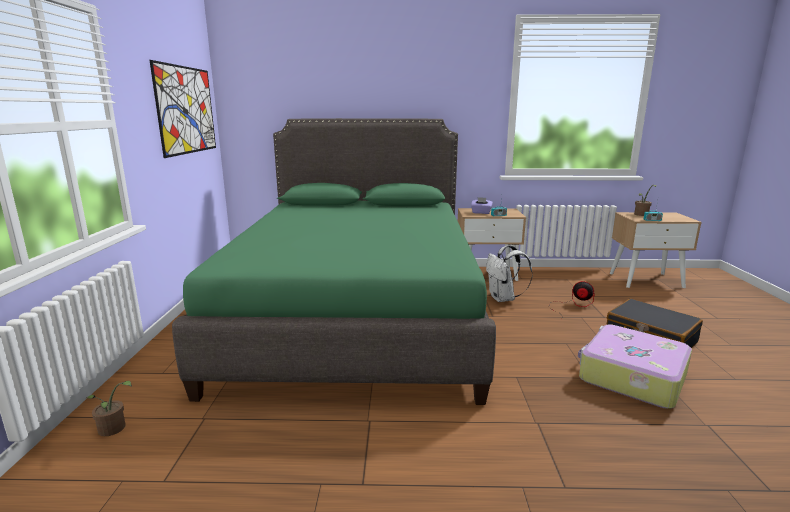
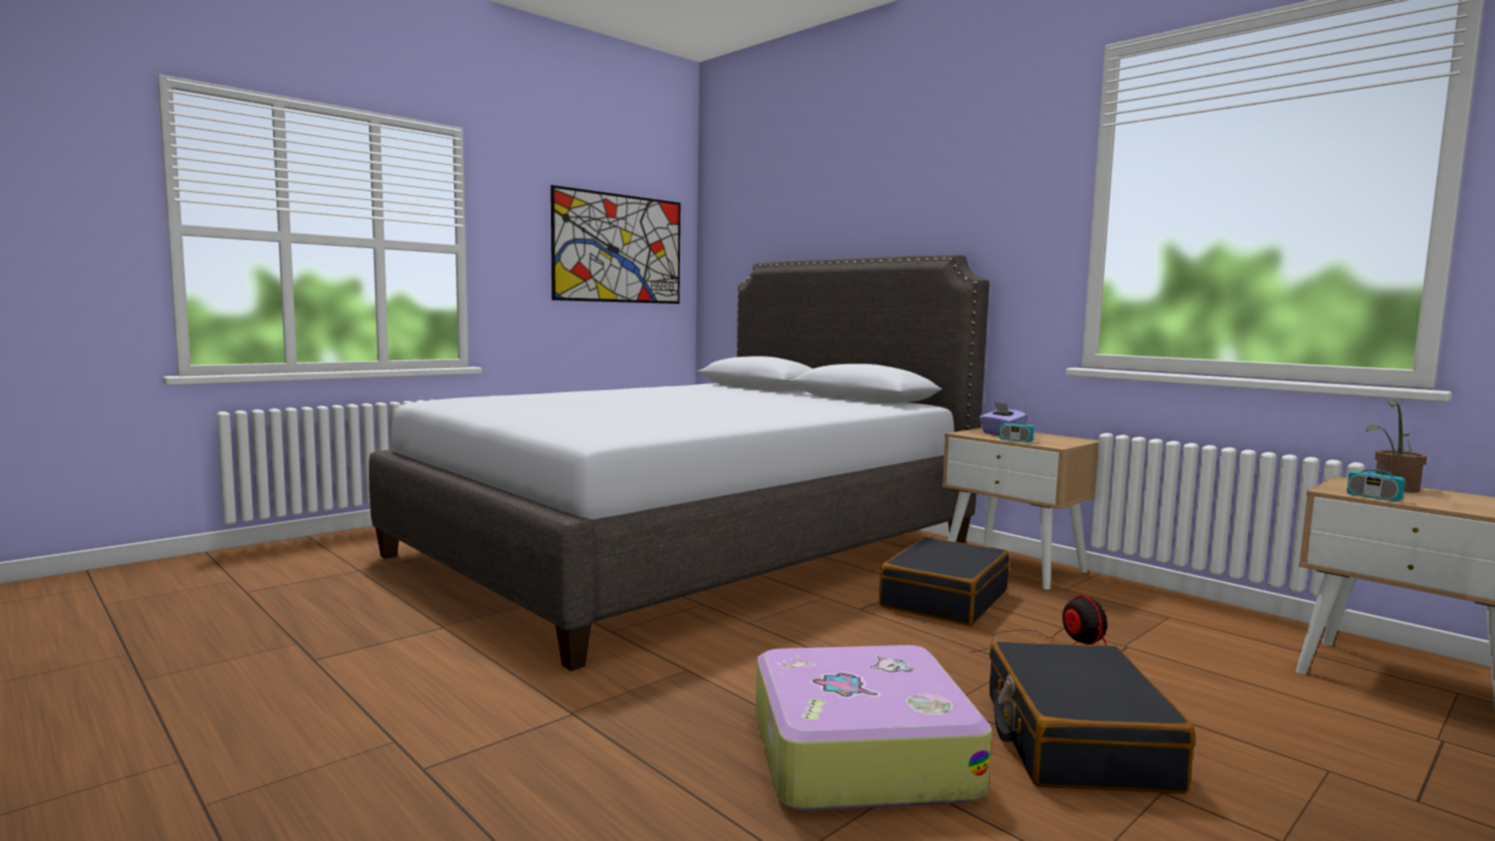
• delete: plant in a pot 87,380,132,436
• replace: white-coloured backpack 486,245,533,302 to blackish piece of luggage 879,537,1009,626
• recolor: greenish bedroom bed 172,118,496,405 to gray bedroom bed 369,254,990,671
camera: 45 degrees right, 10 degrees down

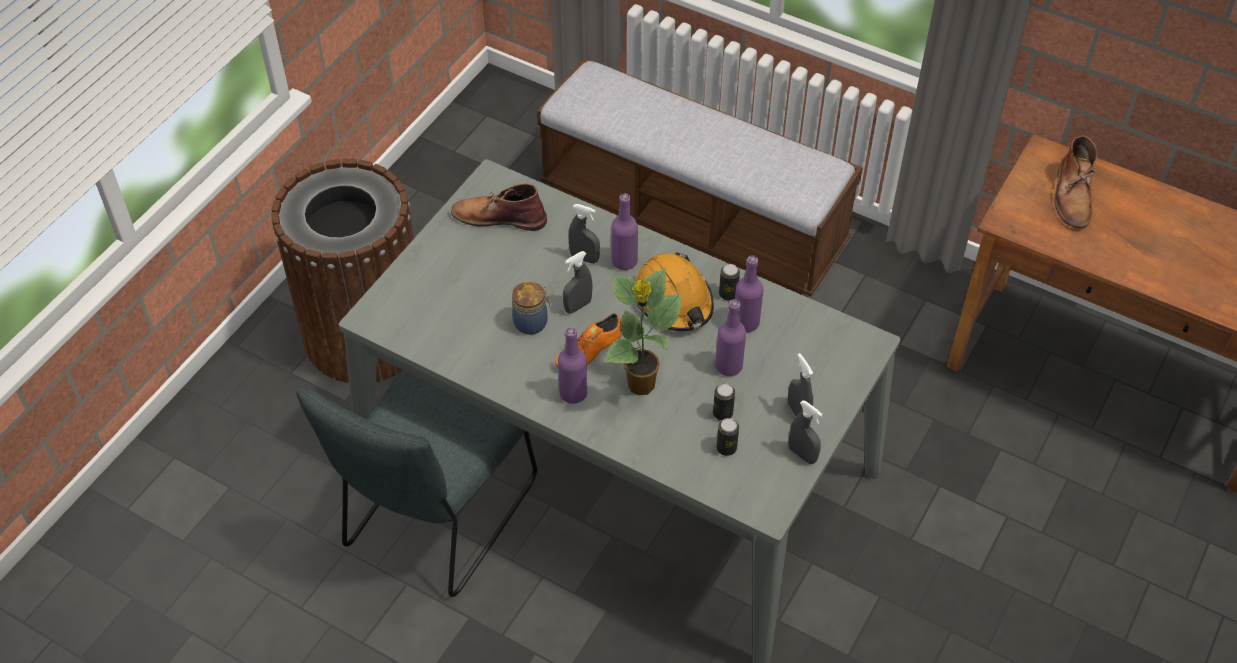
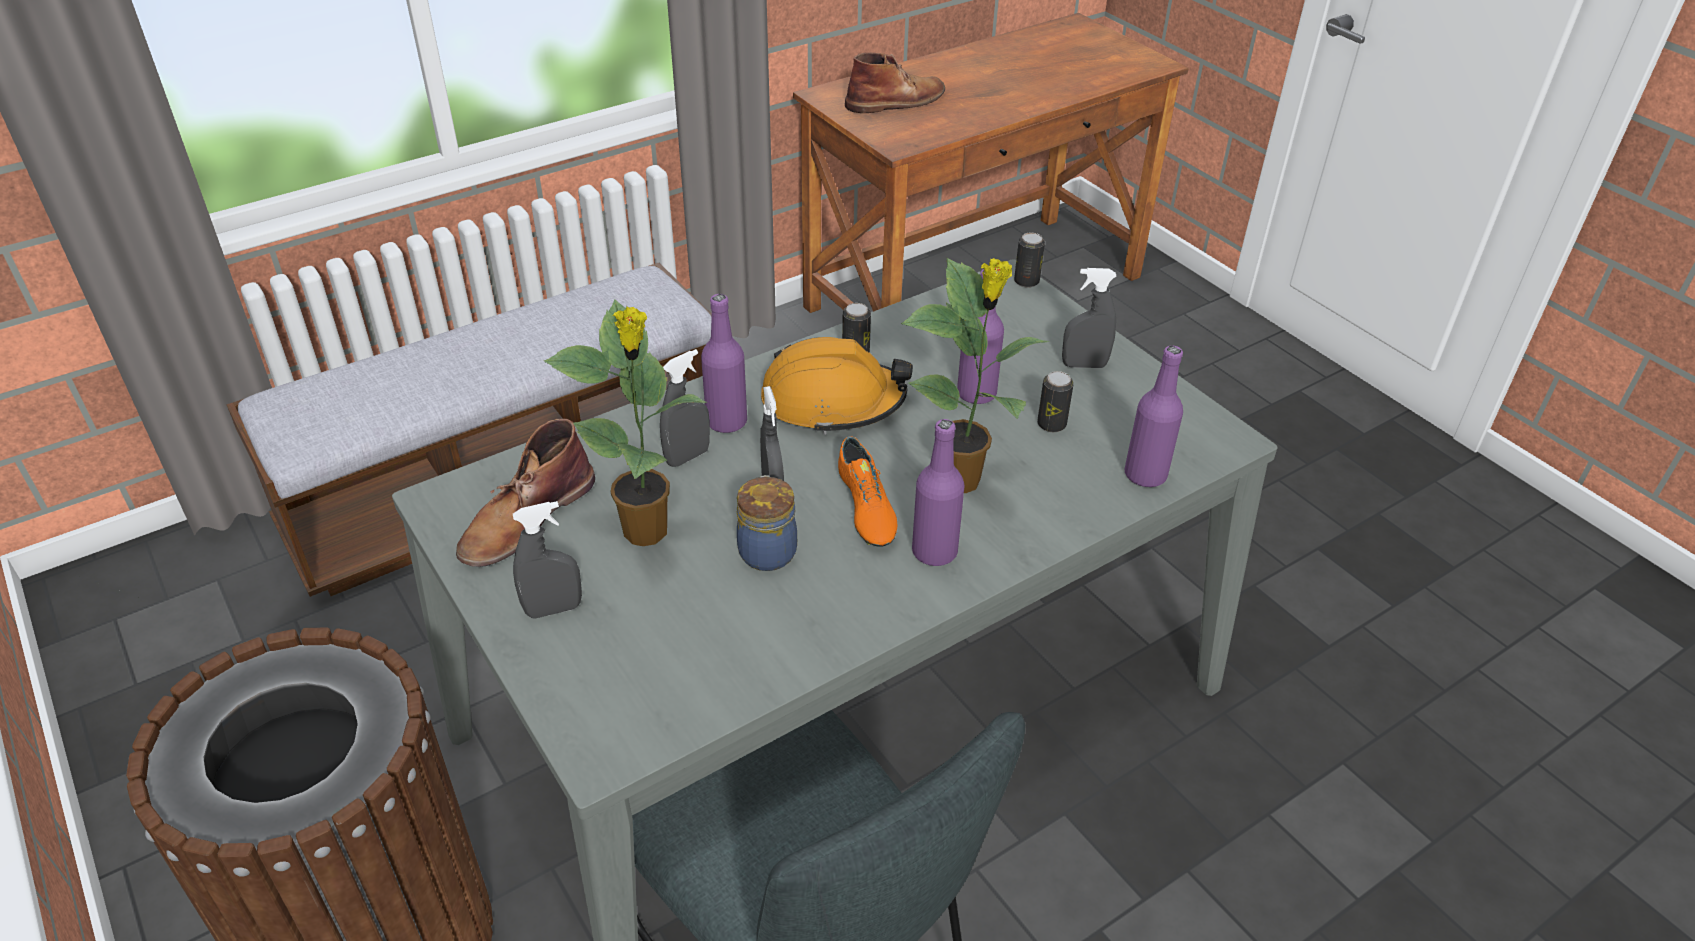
• insert: plant in a pot 544,299,707,546
• move: metal can 716,418,739,456 to 1014,232,1045,288
• move: purplish bottle 735,256,763,332 to 1124,345,1183,487
• move: gray sprayer 789,400,823,464 to 513,501,582,619
• rotate: brown boot 1054,135,1098,228 = 845,53,945,113 60 degrees counterclockwise
camera: 65 degrees left, 10 degrees down

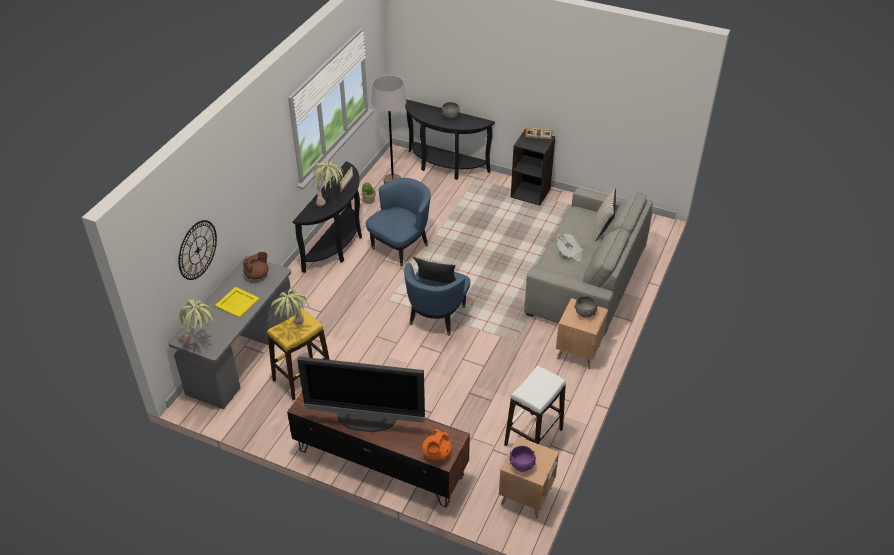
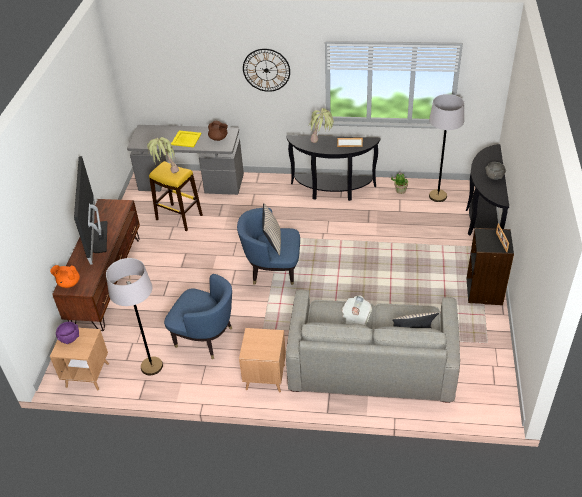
• delete: plant in a pot 179,299,213,345
• delete: gray serving bowl 574,296,598,318
• move: clock on the wall 178,220,217,280 to 243,49,290,92
• move: blue armchair 366,178,431,266 to 164,274,232,359
• replace: white-coloured stool seat 504,366,566,446 to gray standing lamp 106,258,163,375
camera: 75 degrees right, 0 degrees up

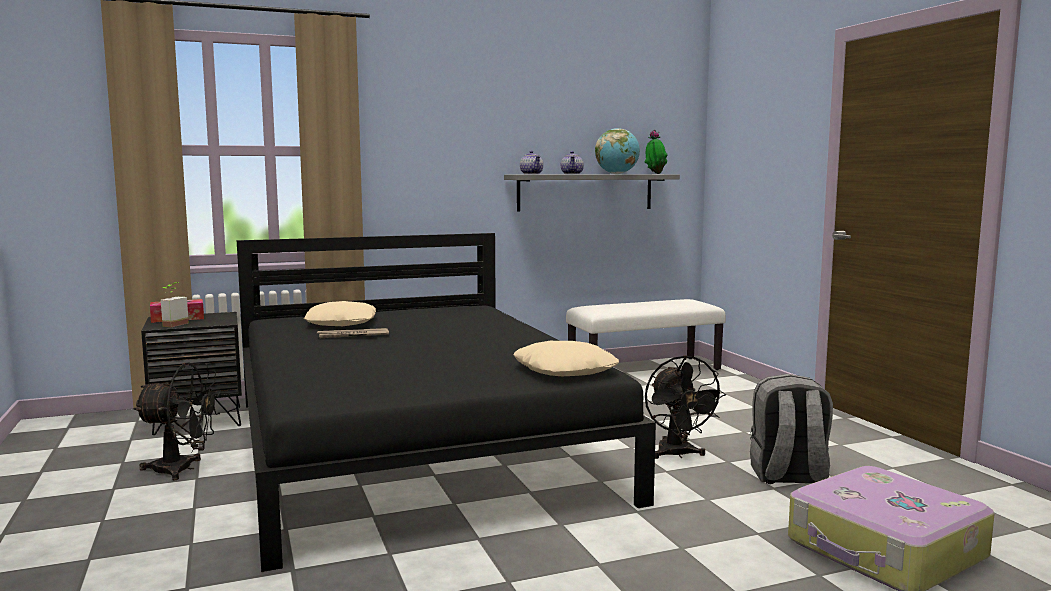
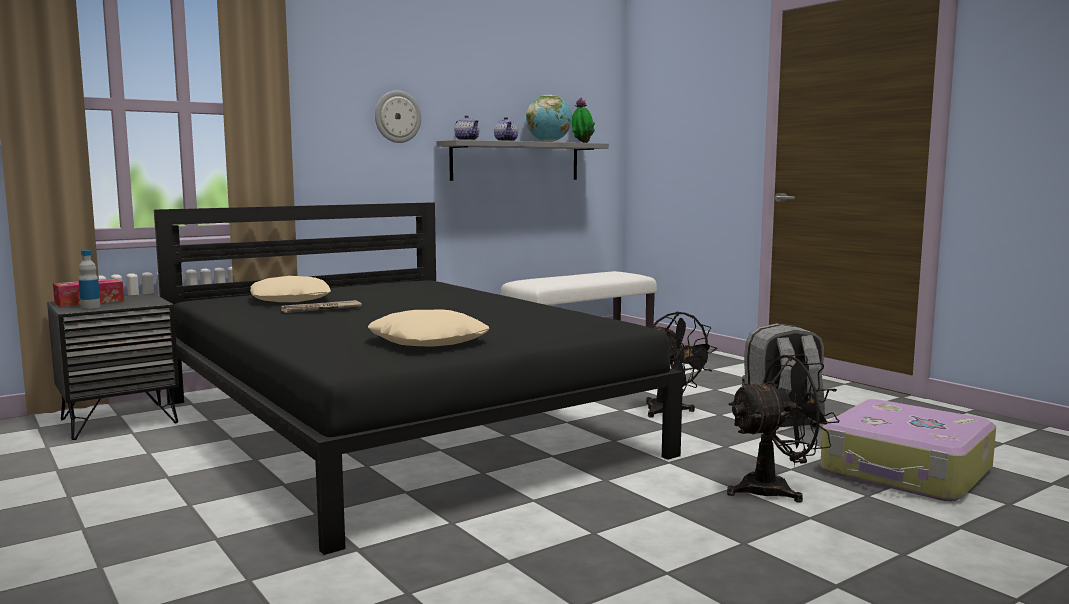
• insert: clock on the wall 375,90,421,143
• move: blackish cooling fan 133,363,221,480 to 727,354,840,503
• move: beige pillow 514,341,619,376 to 368,310,489,347
• replace: plant in a pot 161,282,189,327 to bottle 79,250,100,309
camera: 15 degrees left, 0 degrees up

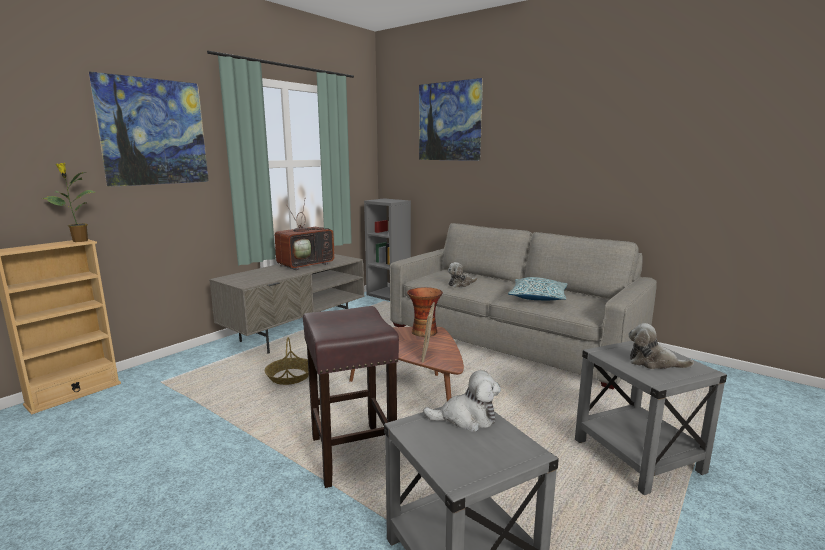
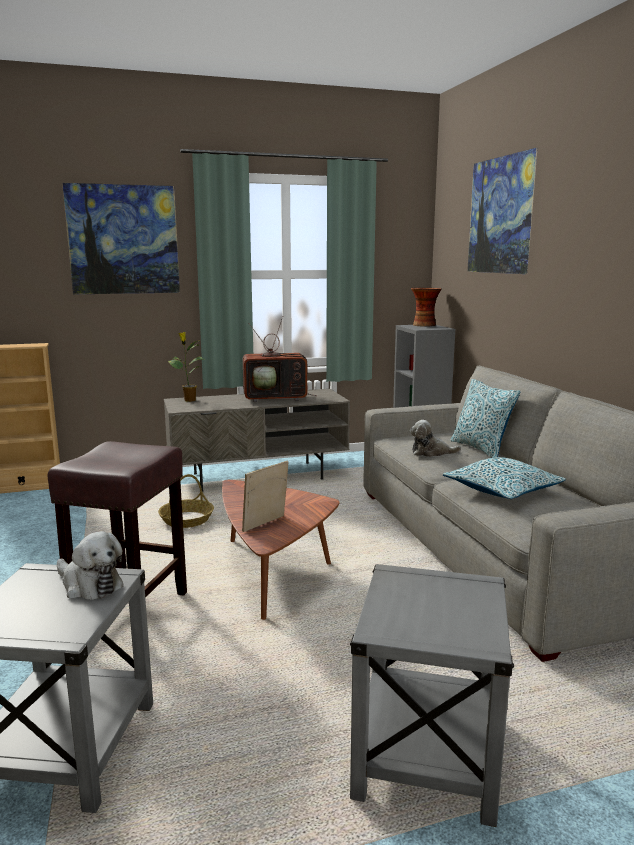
• delete: plush toy 628,323,694,369
• insert: pillow 451,379,521,458
• move: plant in a pot 42,163,94,242 to 168,332,203,402
• move: decorative vase 407,287,443,337 to 411,288,442,326
camera: 35 degrees right, 0 degrees up

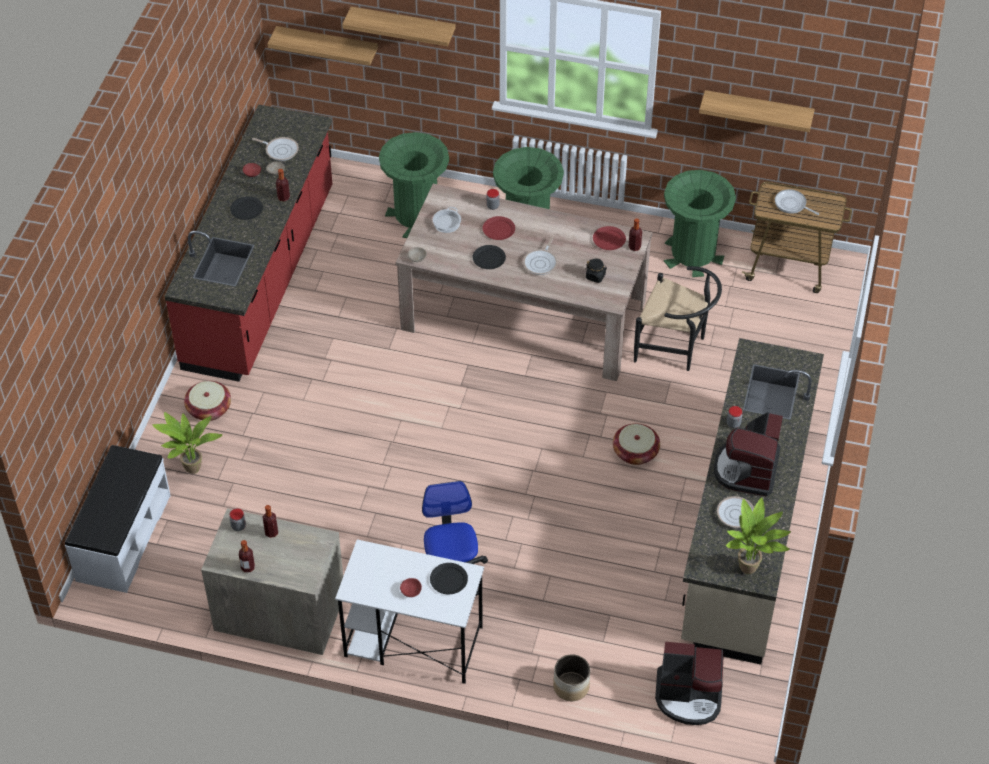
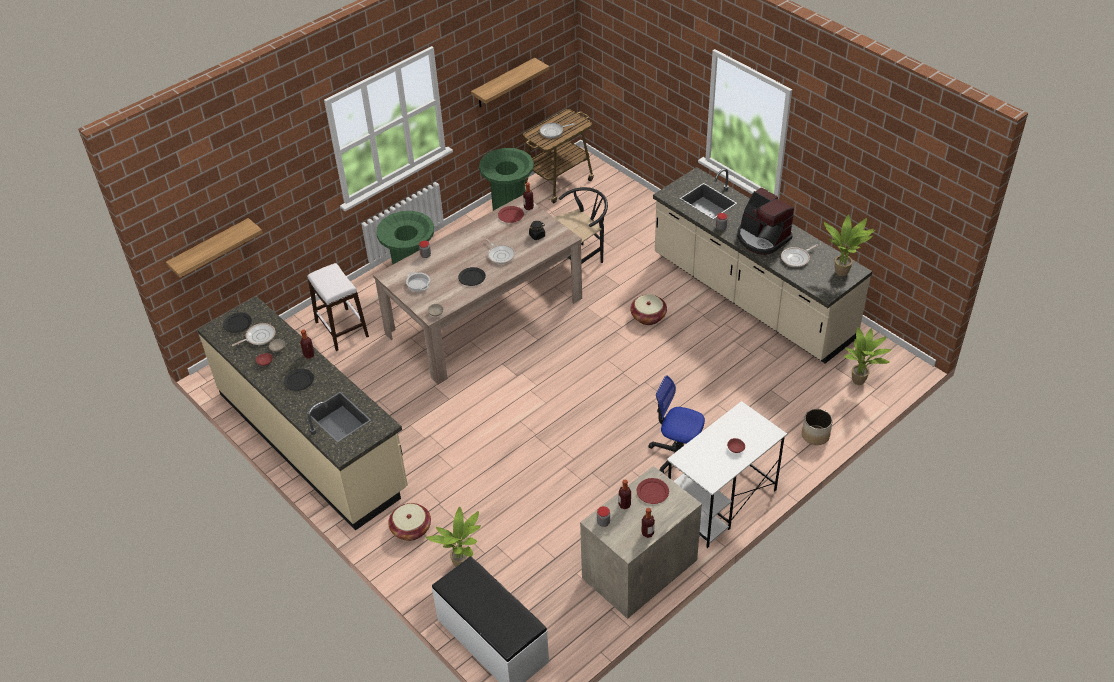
• delete: wall shelf 342,6,455,46
• move: blackish plate 430,563,468,594 to 223,313,252,333
• move: red-coloured plate 482,216,515,240 to 637,478,669,504
• replace: greenish waste bin 379,132,449,238 to white-coloured stool seat 307,263,369,351
• replace: coffee brewer 655,642,723,725 to plant in a pot 844,327,892,385
• recolor: red-coloured kitchen base unit 164,105,332,382 to beige kitchen base unit 197,296,408,531
camera: 55 degrees left, 5 degrees down

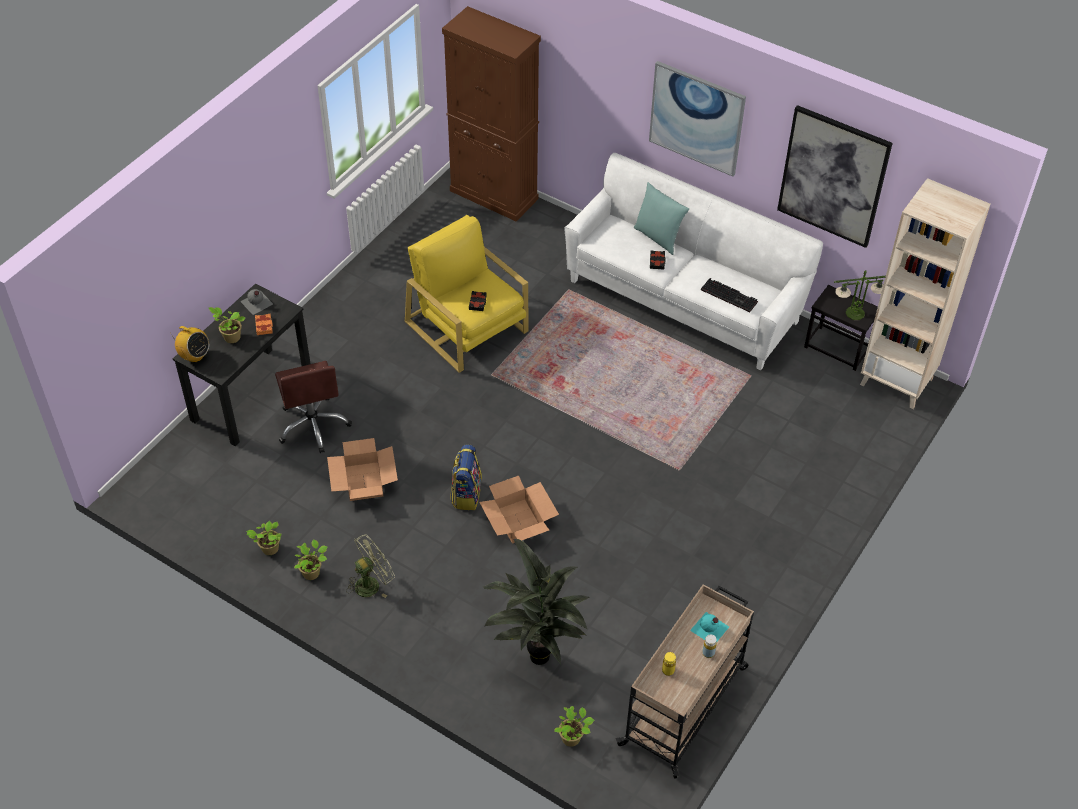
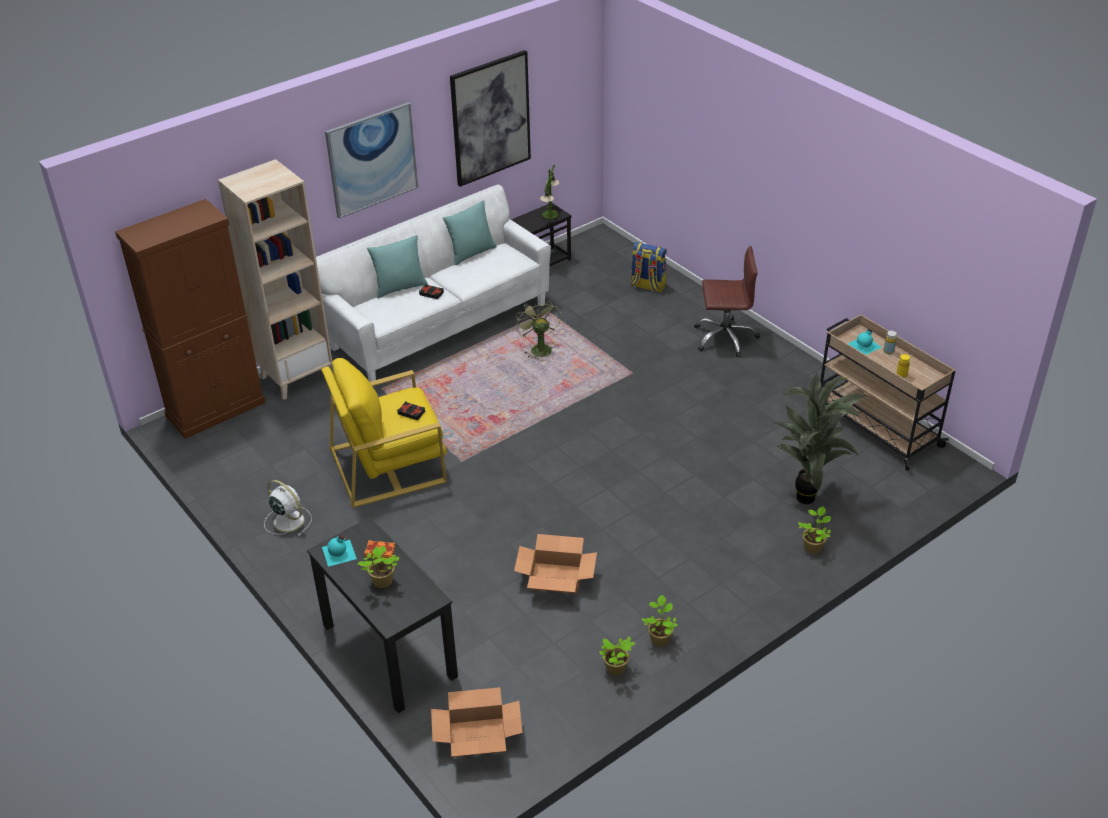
• delete: radio receiver 171,326,209,362
• delete: PC keyboard 701,278,758,312
• insert: white-coloured cooling fan 264,480,312,536
• insert: turquoise pillow 443,200,497,265
• move: brown office chair 275,361,352,453 to 694,246,760,357
• move: greenish cooling fan 346,535,395,598 to 516,299,561,361
• move: backpack 450,444,482,510 to 630,242,667,293
• move: carton 479,476,559,544 to 431,687,523,757
• move: plant in a pot 554,706,594,747 to 798,506,831,554
• move: beige shelving unit 860,178,990,409 to 218,159,332,400
• recolor: gray bottle 240,289,273,315 to turquoise bottle 322,535,357,567
camera: 70 degrees left, 10 degrees down

